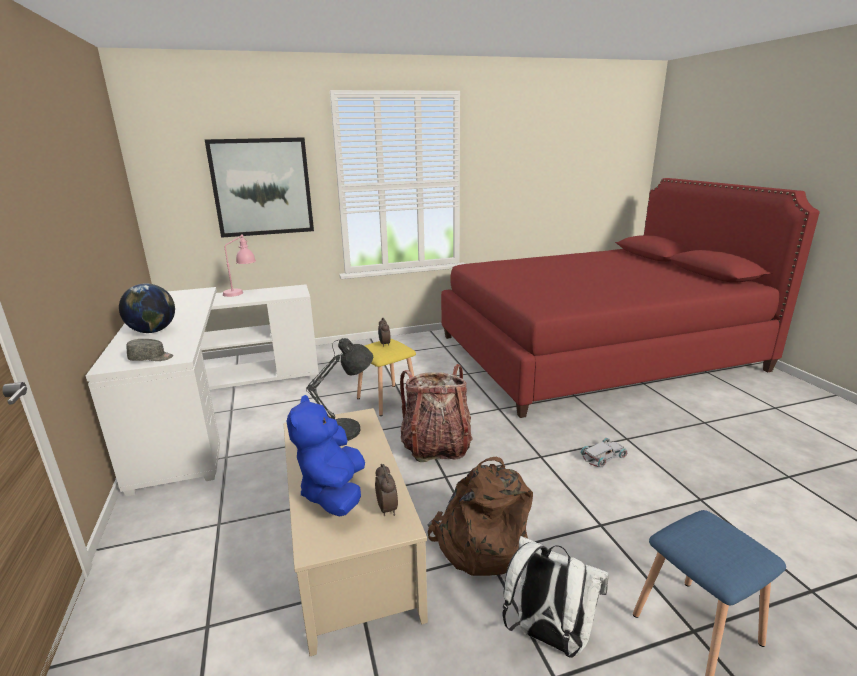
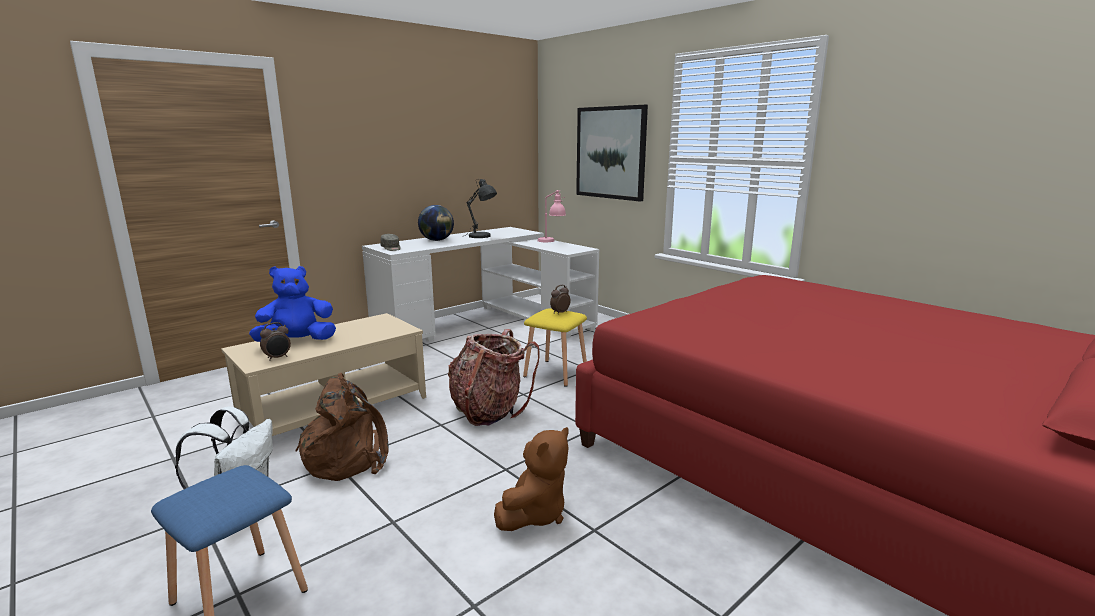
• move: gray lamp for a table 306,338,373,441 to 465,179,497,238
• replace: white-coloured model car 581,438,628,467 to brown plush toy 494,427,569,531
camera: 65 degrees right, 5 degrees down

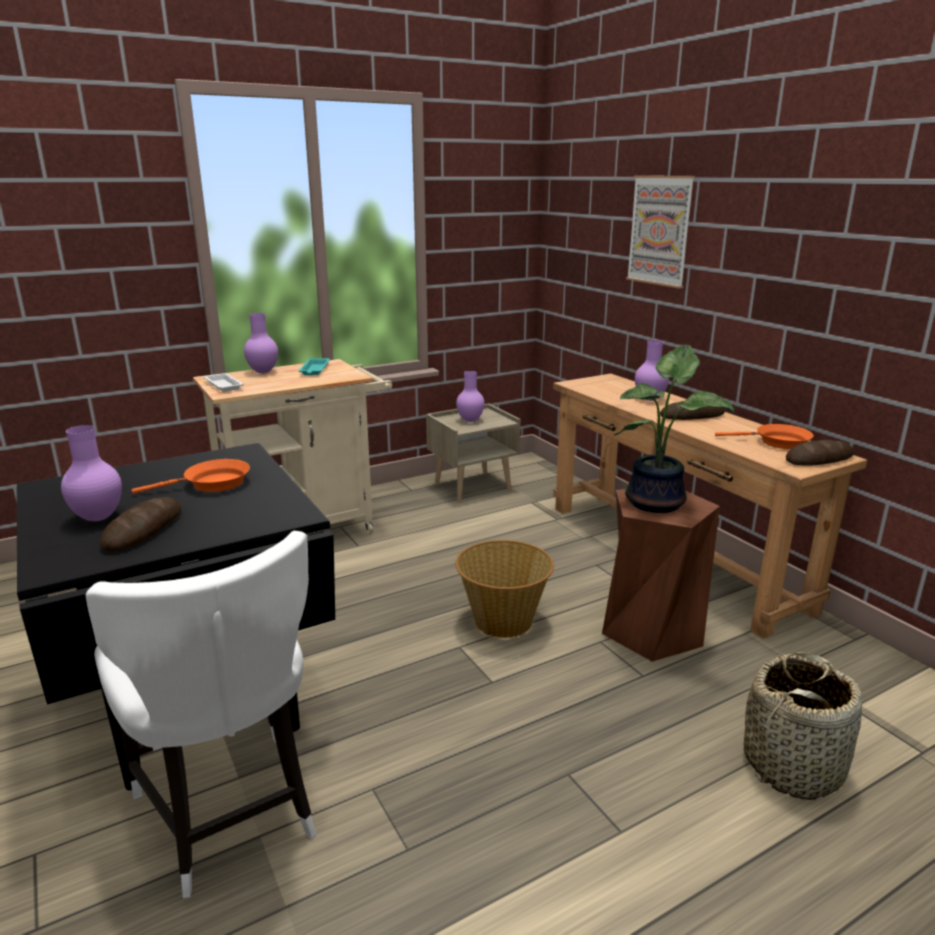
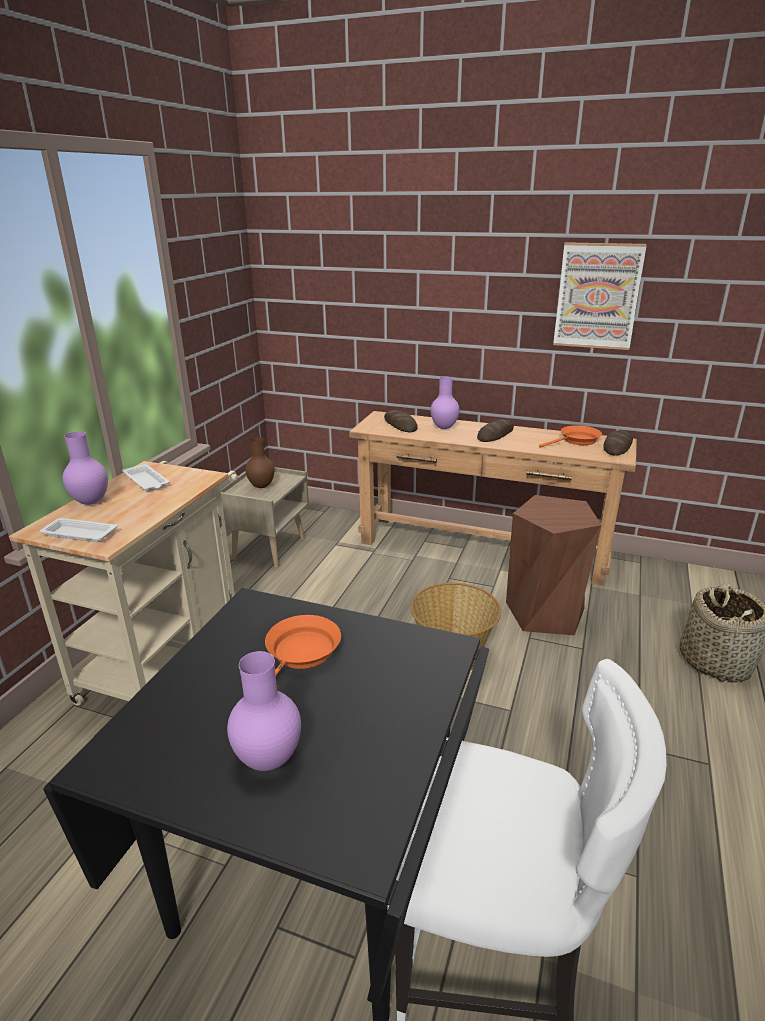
• delete: plant in a pot 613,345,734,513
• move: baked bread 100,497,181,552 to 384,410,418,432
• move: picture 626,176,695,289 to 553,242,647,350
• recolor: turquoise carrying tray 299,358,330,375 to white-coloured carrying tray 122,464,169,492
• recolor: purplish decorative vase 456,371,485,422 to brown decorative vase 245,437,275,488
camera: 40 degrees left, 5 degrees up

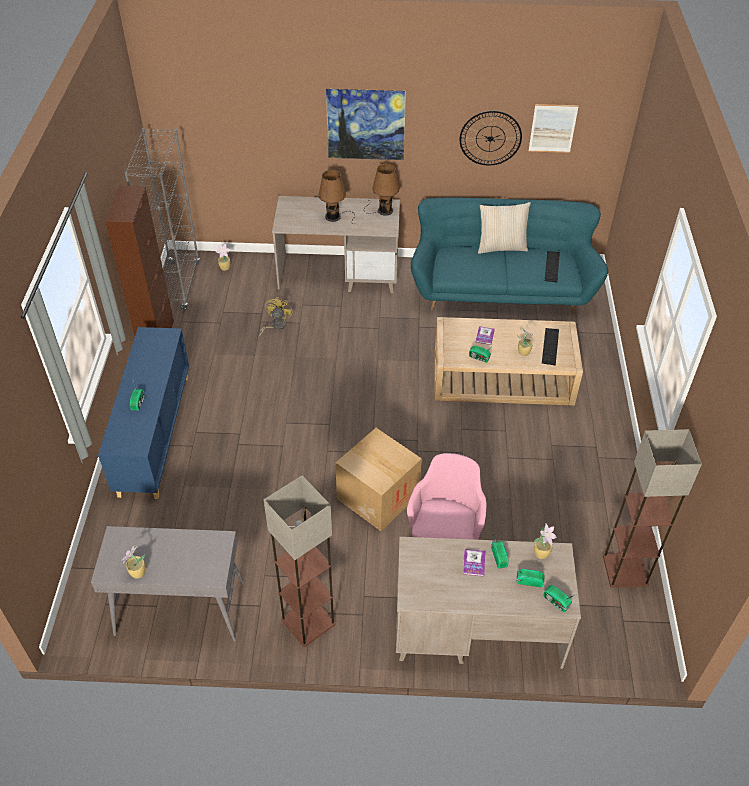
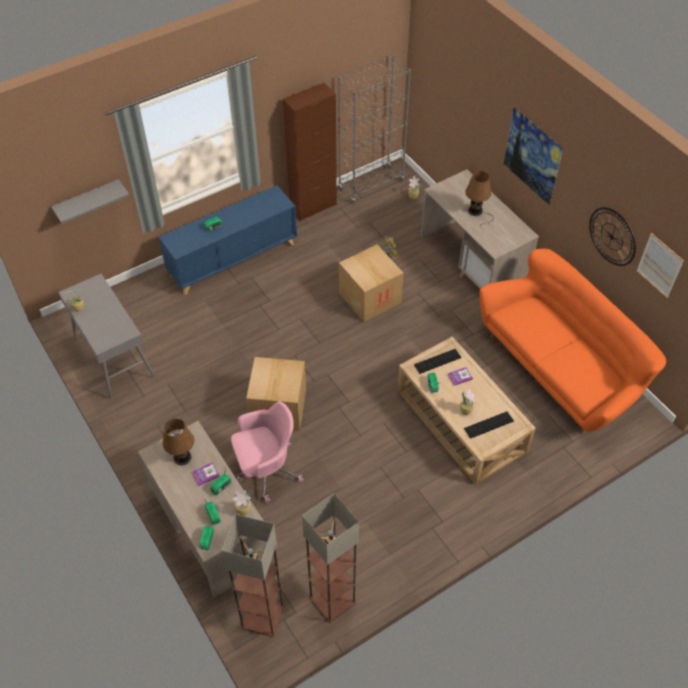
• delete: beige pillow 478,202,531,254
• insert: gray wall shelf 51,179,130,224
• insert: carton 339,244,404,322
• move: standing lamp 264,476,336,647 to 221,514,284,637
• move: brown lamp for a table 364,164,400,216 to 162,418,194,465
• move: PC keyboard 545,251,560,282 to 414,349,461,374
• recolor: turquoise couch 411,197,608,315 to orange-coloured couch 479,249,666,434
camera: 55 degrees right, 5 degrees up

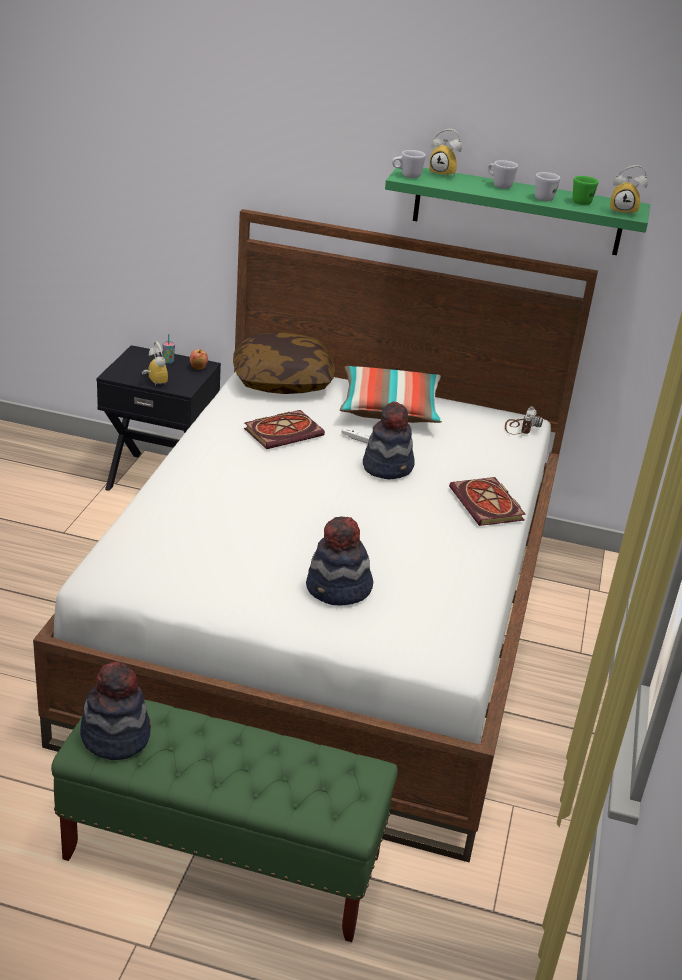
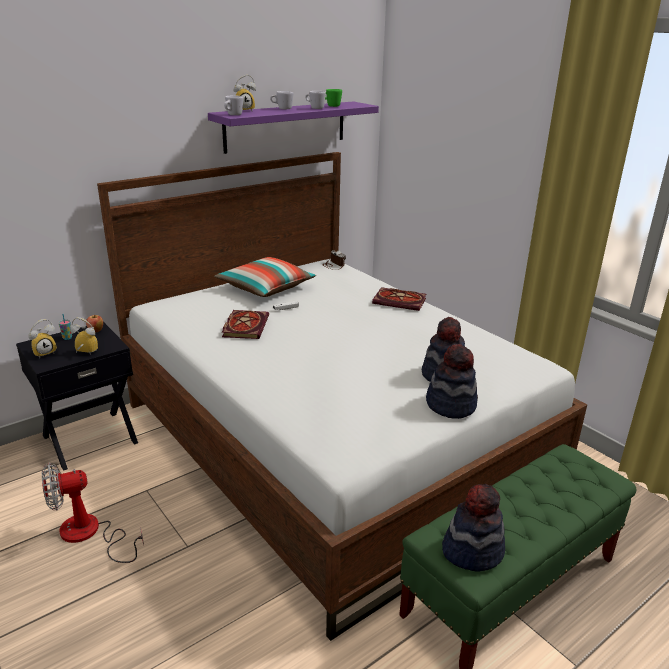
• delete: pillow 233,333,335,394
• insert: cooling fan 42,463,144,563
• move: hat 363,401,415,479 to 426,344,478,419
• move: bedside clock 610,165,648,216 to 28,319,57,358
• recolor: greenish wall shelf 385,168,650,255 to purplish wall shelf 208,101,379,154
camera: 50 degrees left, 5 degrees down

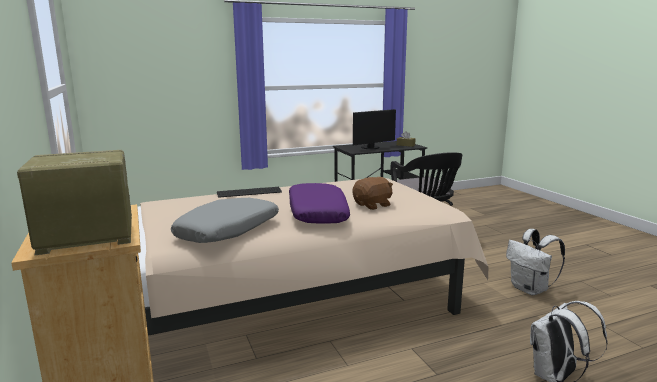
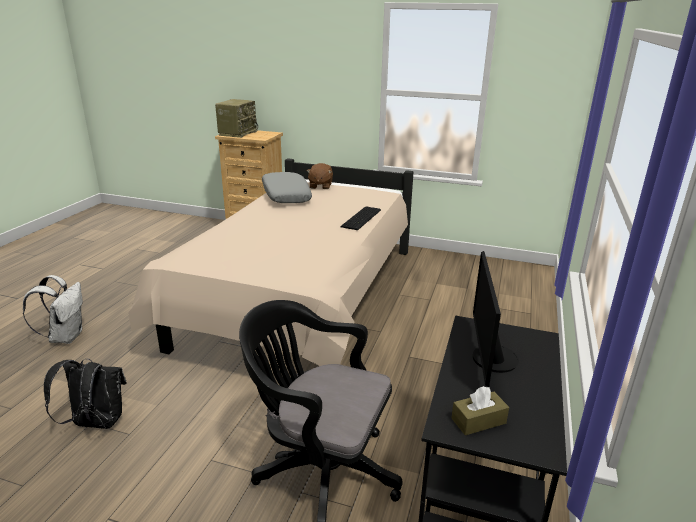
• delete: purplish pillow 289,183,350,223
• move: brown plush toy 353,177,393,210 to 307,163,333,189
• recolor: white-coloured backpack 506,229,565,295 to blackish backpack 44,359,127,429
camera: 130 degrees right, 10 degrees up

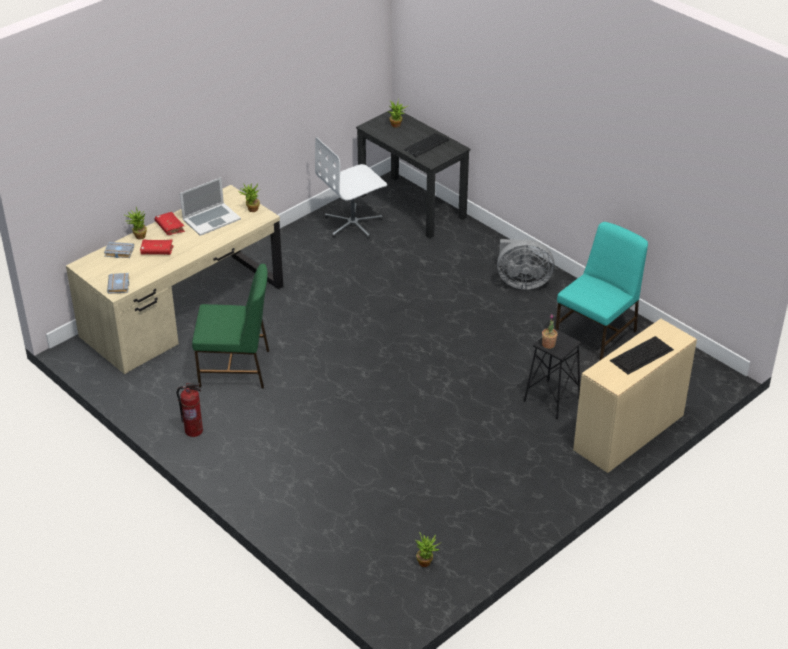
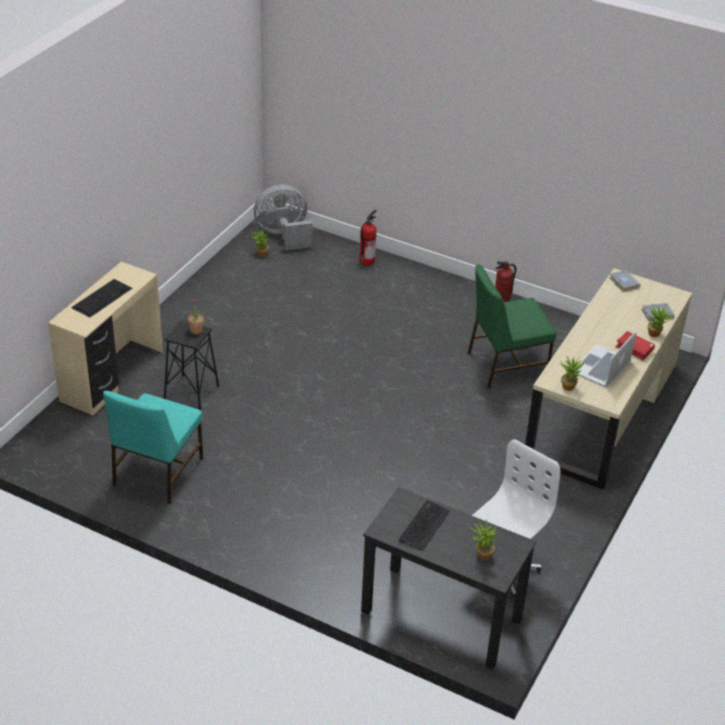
• delete: red-coloured volume 140,240,174,255
• insert: extinguisher 359,210,377,265
• move: gray cooling fan 497,239,555,290 to 254,184,312,250
camera: 160 degrees right, 0 degrees up

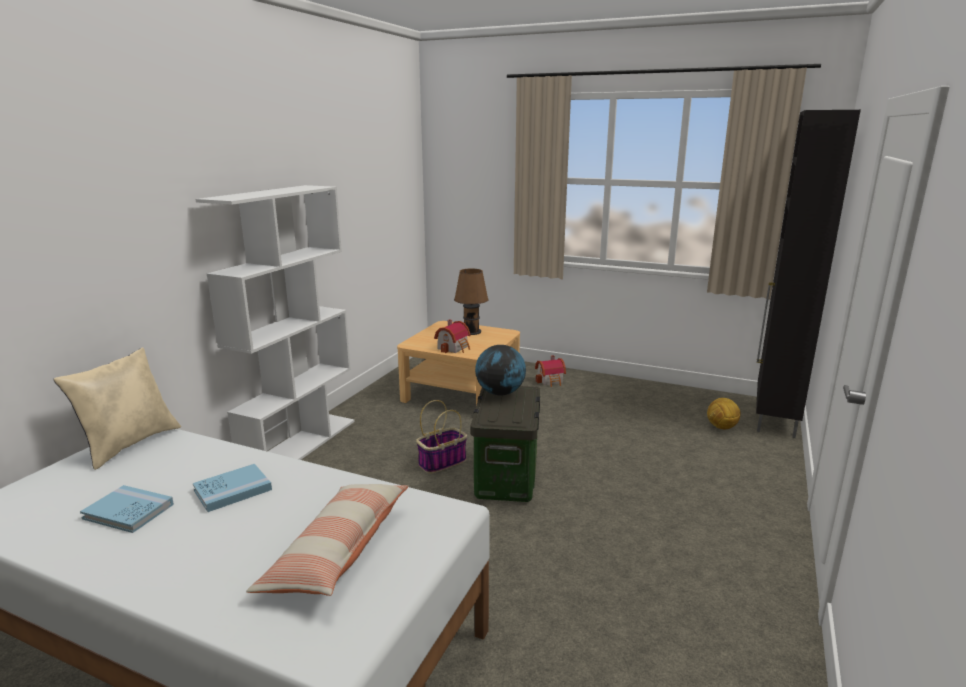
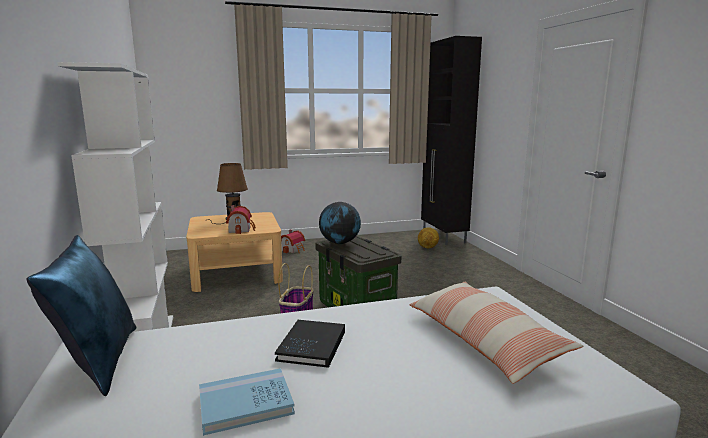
• recolor: beige pillow 54,348,181,470 to blue pillow 27,235,136,396
• recolor: blue volume 193,464,272,512 to blackish volume 275,320,345,368
camera: 40 degrees left, 5 degrees down

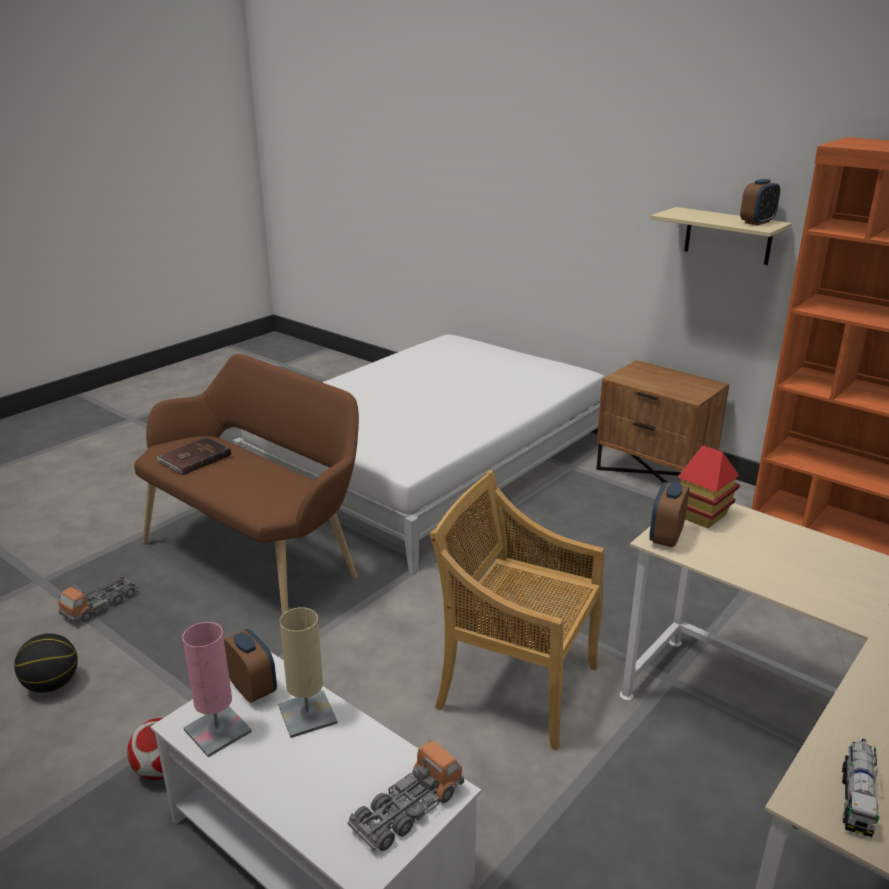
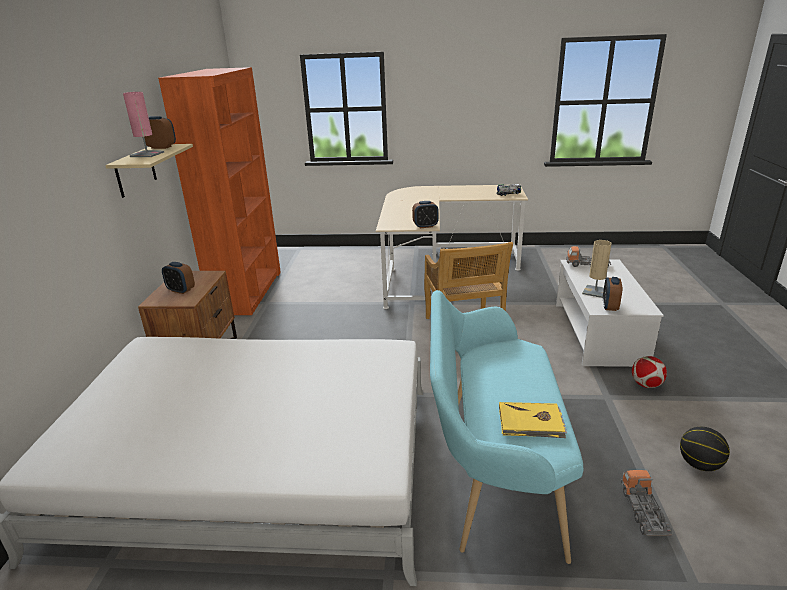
• delete: miniature house 677,445,740,528
• insert: bedside clock 162,262,195,294
• move: pinkish lamp for a table 182,622,252,757 to 123,92,164,157
• recolor: brown indoor bench 134,354,359,614 to turquoise indoor bench 430,290,583,564
• recolor: brown volume 156,437,231,475 to yellow-coloured volume 499,402,567,438
• rotate: toy truck 58,576,138,623 = 621,470,672,536 90 degrees counterclockwise
camera: 125 degrees left, 0 degrees up

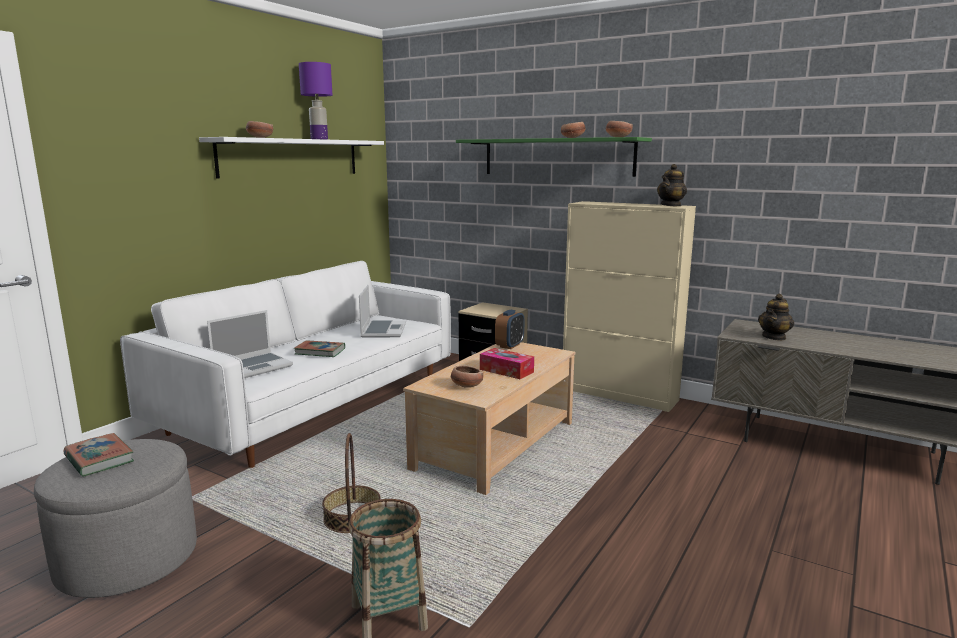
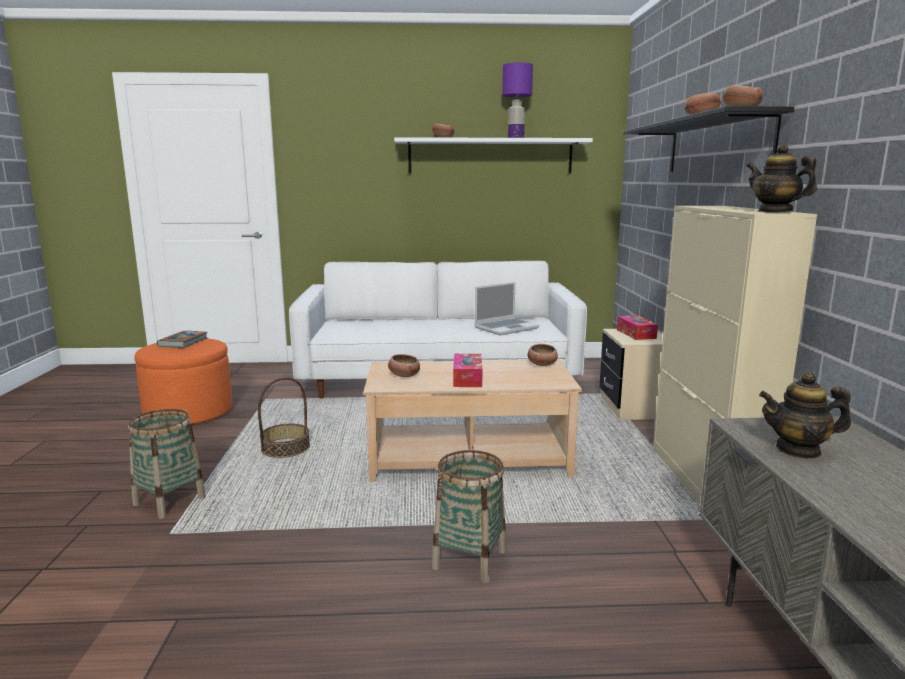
• delete: laptop 207,310,293,378
• delete: volume 294,340,345,357
• insert: basket 432,450,506,583
• insert: tissue holder 617,315,658,340
• replace: bedside clock 495,310,524,349 to serving bowl 528,344,558,366
• recolor: gray footrest 34,439,197,598 to orange-coloured footrest 134,338,233,425
• recolor: greenish wall shelf 456,137,652,177 to blackish wall shelf 623,106,794,172
• rotate: teapot 657,164,687,206 = 746,144,817,212 45 degrees clockwise
camera: 55 degrees right, 0 degrees up

